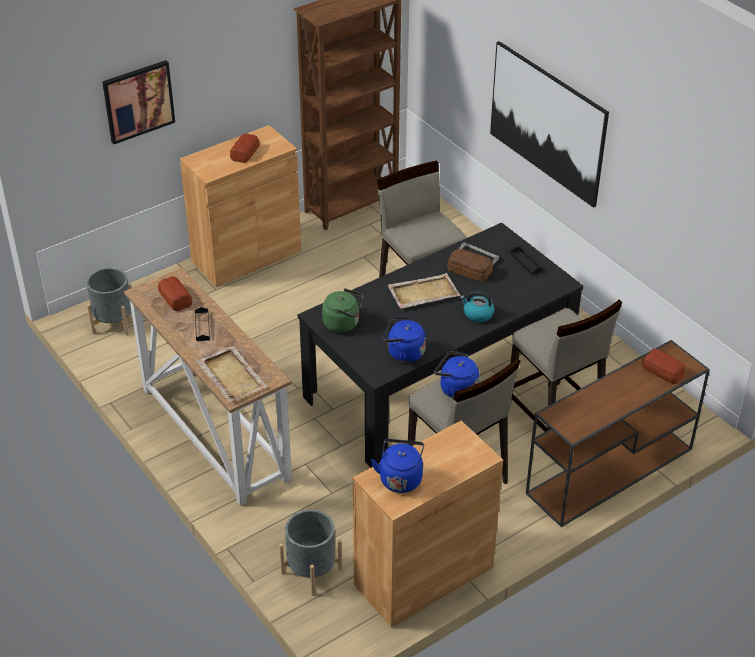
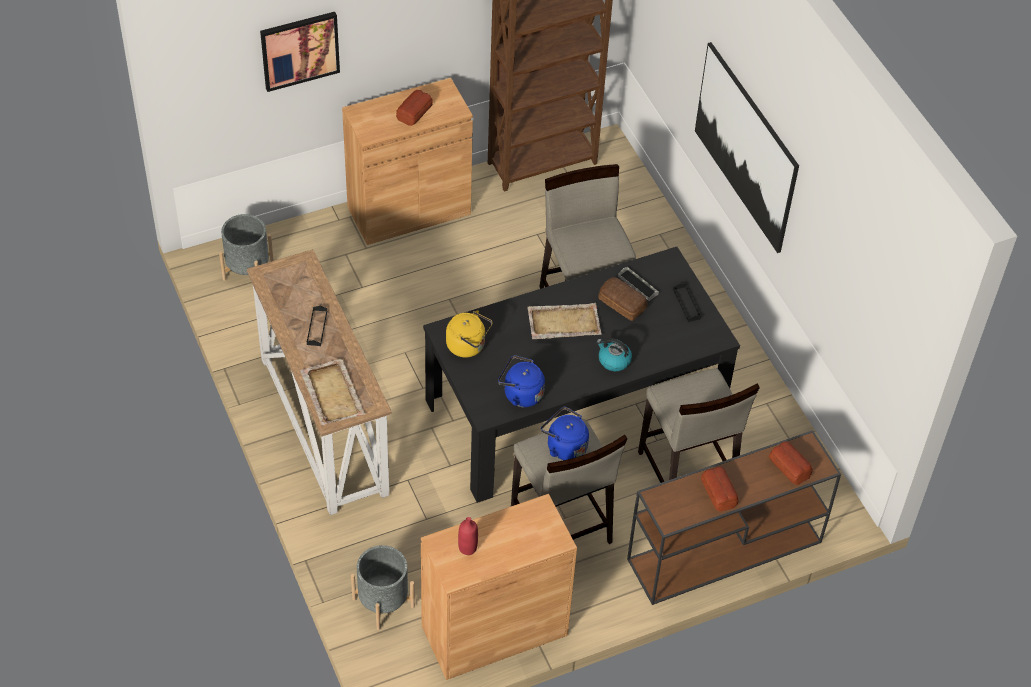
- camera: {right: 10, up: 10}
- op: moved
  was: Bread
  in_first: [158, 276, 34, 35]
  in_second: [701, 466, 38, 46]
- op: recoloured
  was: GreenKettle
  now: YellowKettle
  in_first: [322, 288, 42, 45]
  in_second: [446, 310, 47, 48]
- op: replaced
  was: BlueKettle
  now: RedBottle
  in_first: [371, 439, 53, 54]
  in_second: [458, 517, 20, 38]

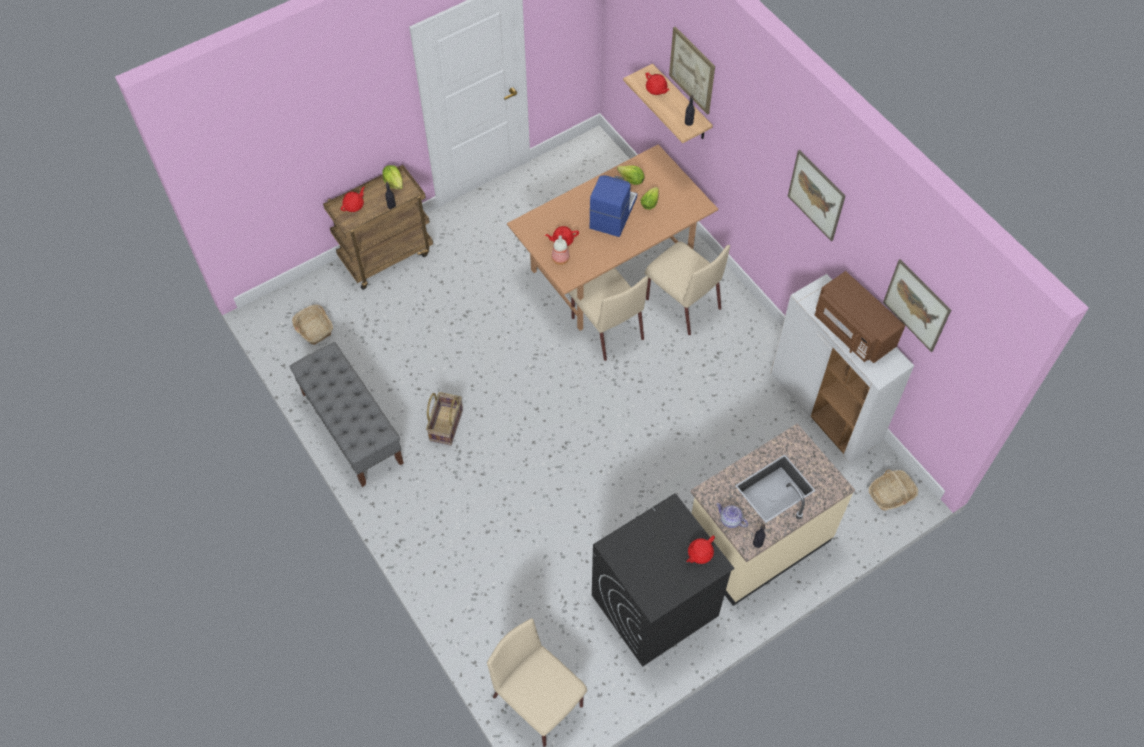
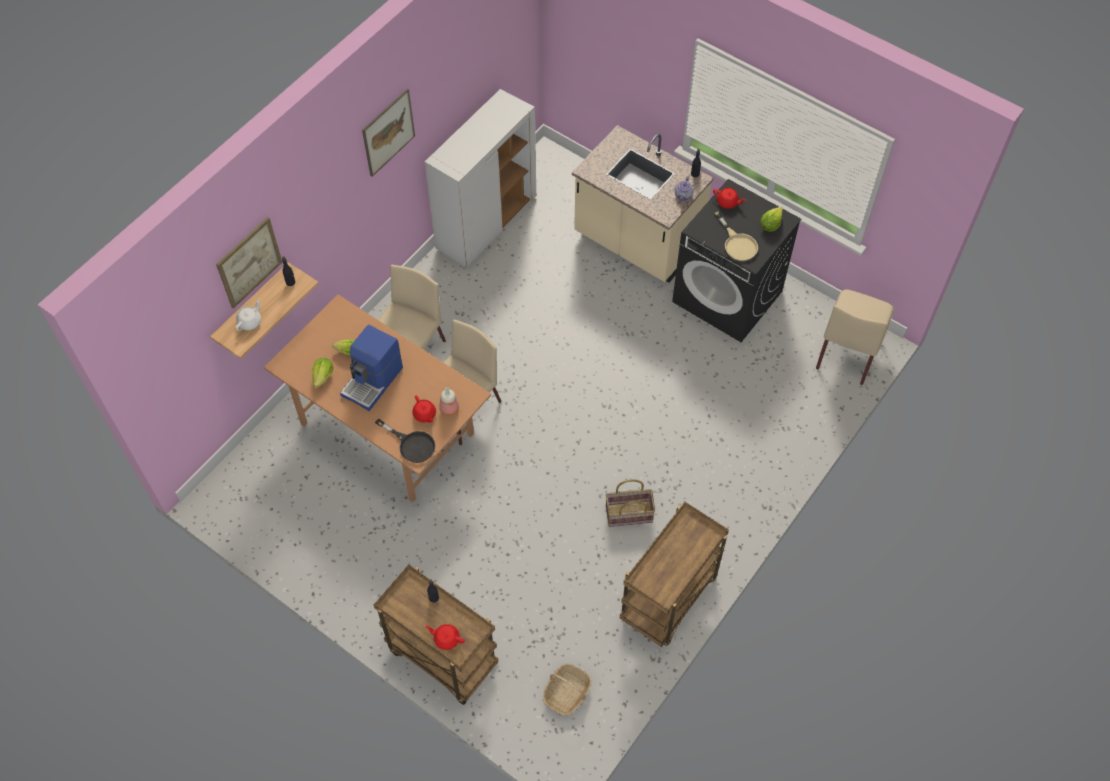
- camera: {right: -110, up: 0}
- op: replaced
  was: GreyBench
  now: BrownCart
  in_first: [289, 342, 115, 145]
  in_second: [620, 502, 109, 145]
- op: moved
  was: Lettuce
  in_first: [382, 165, 21, 24]
  in_second: [760, 207, 23, 25]
- op: turned
  was: CoffeeMachine
  in_first: [589, 175, 48, 62]
  in_second: [340, 325, 63, 86]
  clockwise: -60
- op: recoloured
  was: RedTeapot
  now: WhiteTeapot
  in_first: [645, 72, 25, 23]
  in_second: [236, 299, 25, 32]
- op: removed
  was: BrownMicrowave
  in_first: [815, 271, 90, 92]
- op: removed
  was: Basket
  in_first: [869, 470, 49, 41]
- op: removed
  was: Picture
  in_first: [883, 259, 68, 93]
- op: added
  now: BlackFryingPan
  in_second: [375, 419, 60, 44]
- op: added
  now: BeigeFryingPan
  in_second: [714, 211, 44, 50]

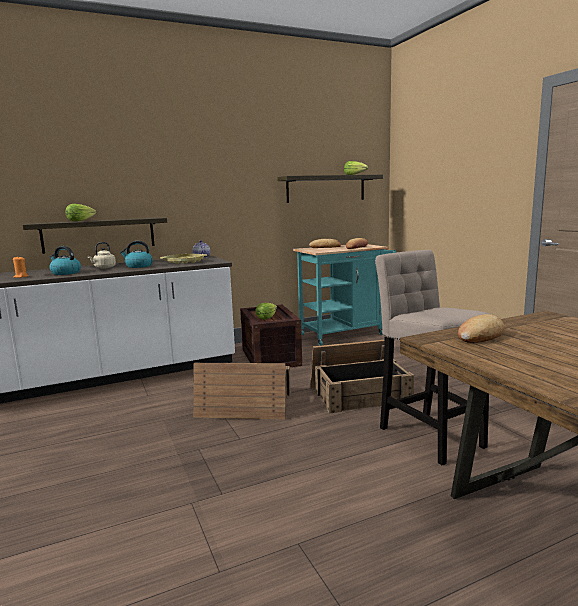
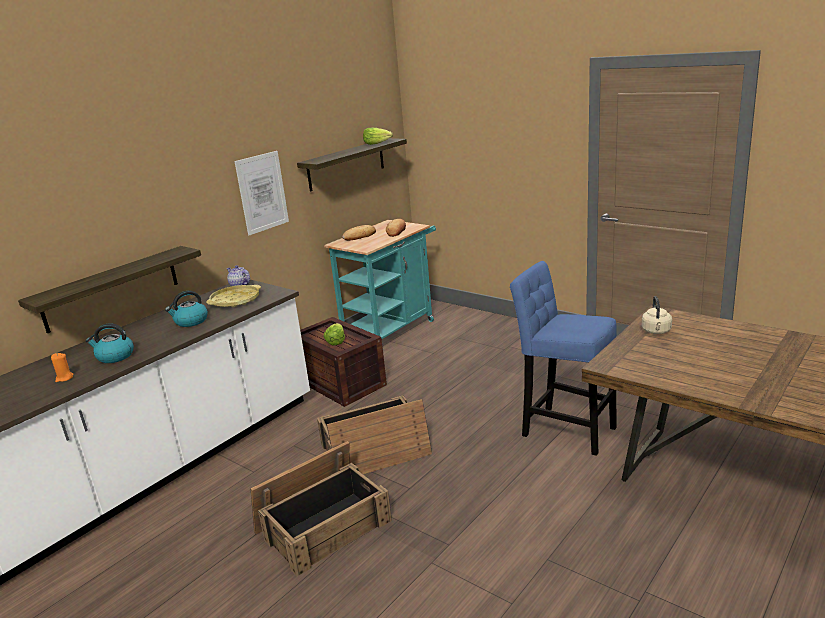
- camera: {right: -25, up: 10}
- op: removed
  was: Lettuce
  in_first: [66, 204, 31, 18]
- op: moved
  was: BeigeKettle
  in_first: [87, 242, 29, 27]
  in_second: [642, 296, 30, 38]
- op: moved
  was: Crate
  in_first: [311, 340, 103, 73]
  in_second: [250, 441, 142, 135]
- op: recoloured
  was: BeigeStool
  now: BlueStool
  in_first: [375, 250, 114, 216]
  in_second: [510, 261, 107, 195]
- op: removed
  was: Bread
  in_first: [458, 314, 47, 29]
- op: added
  now: Picture
  in_second: [234, 151, 55, 84]

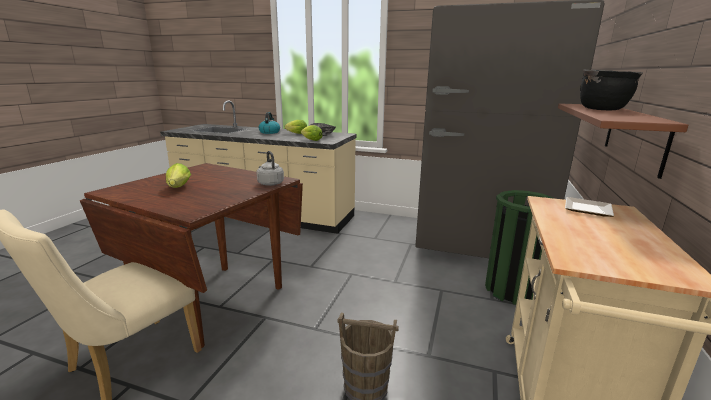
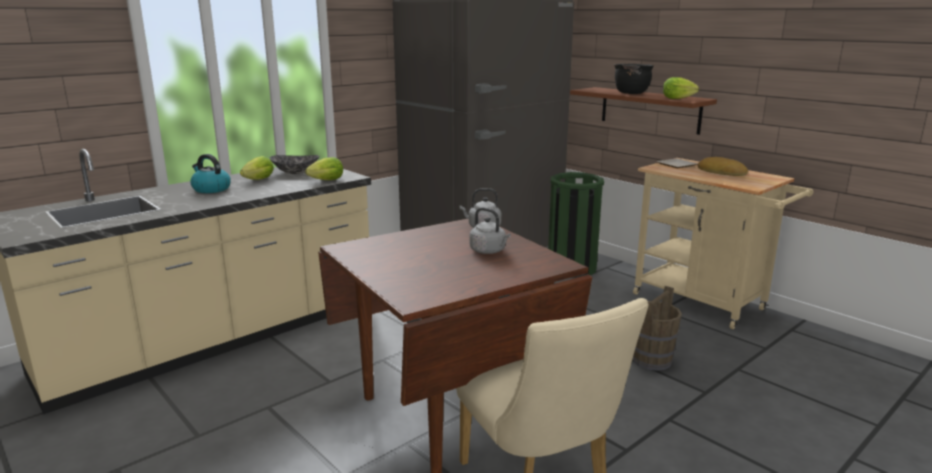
- camera: {right: -60, up: 0}
- op: moved
  was: Lettuce
  in_first: [166, 163, 25, 25]
  in_second: [663, 77, 36, 22]
- op: added
  now: GreyKettle
  in_second: [469, 207, 42, 47]
- op: added
  now: Bread
  in_second: [697, 157, 51, 19]

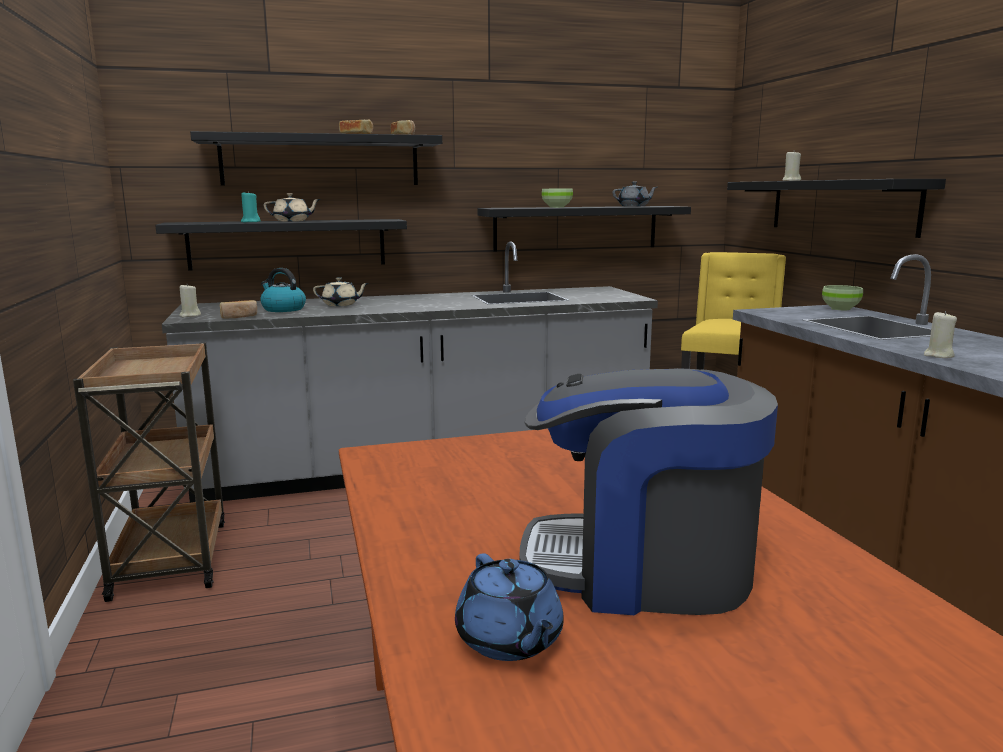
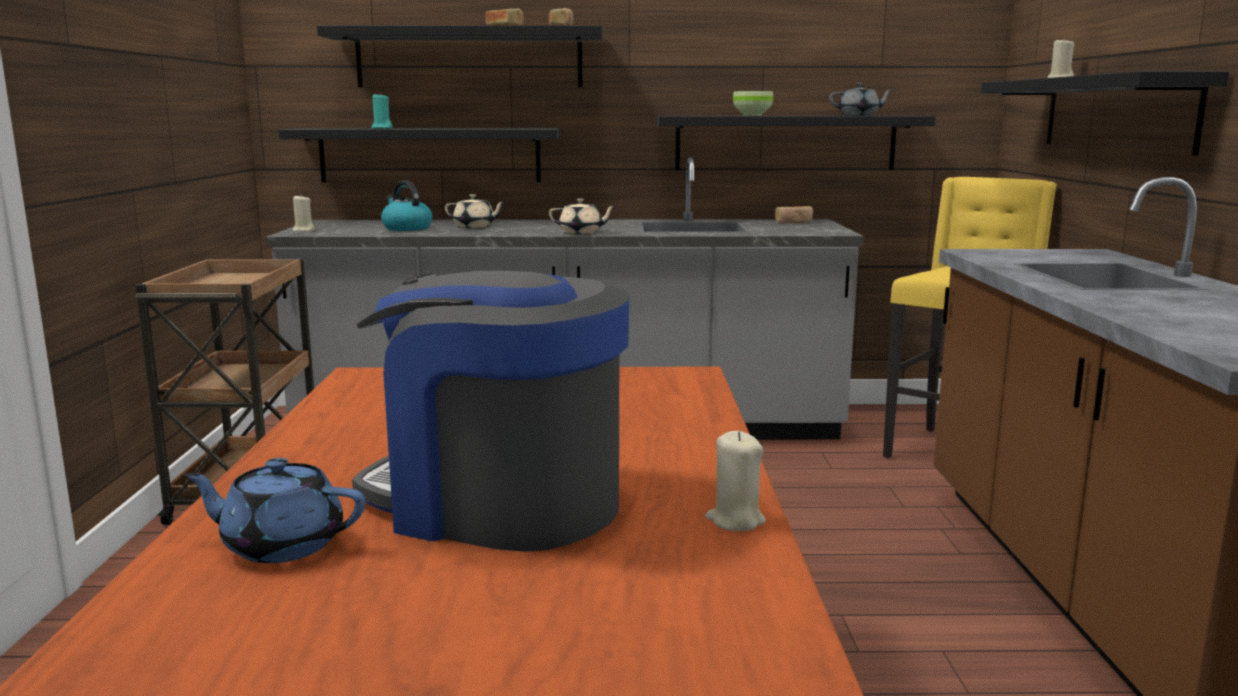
- camera: {right: 15, up: 0}
- op: moved
  was: Bread
  in_first: [220, 300, 37, 19]
  in_second: [775, 206, 38, 17]
- op: moved
  was: BeigeTeapot
  in_first: [264, 193, 56, 29]
  in_second: [549, 198, 68, 36]
- op: turned
  was: BlueTeapot
  in_first: [455, 553, 109, 108]
  in_second: [183, 458, 182, 105]
  clockwise: 105
- op: removed
  was: GreenBowl
  in_first: [822, 285, 41, 25]
- op: moved
  was: BeigeCandle
  in_first: [924, 311, 33, 47]
  in_second: [705, 431, 61, 100]

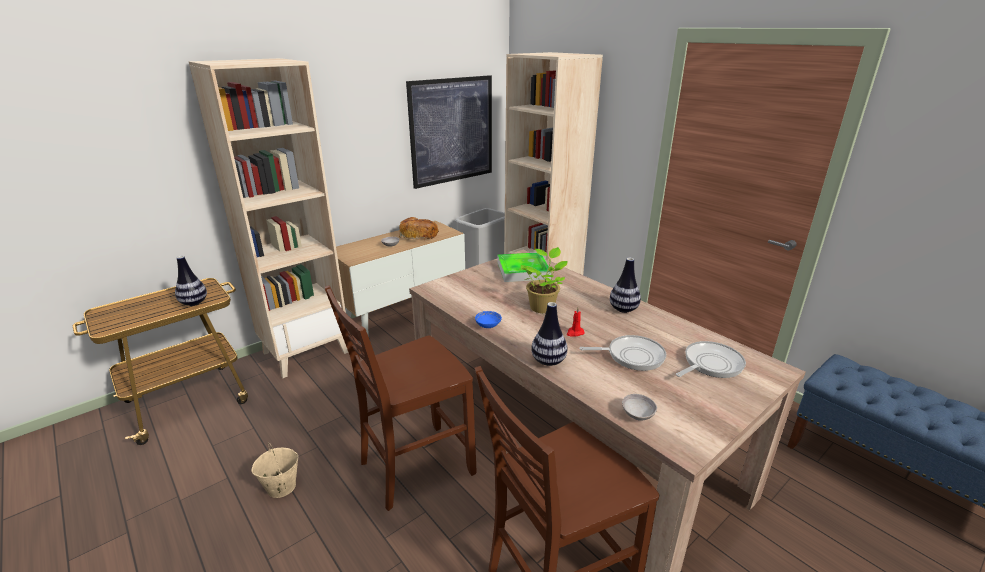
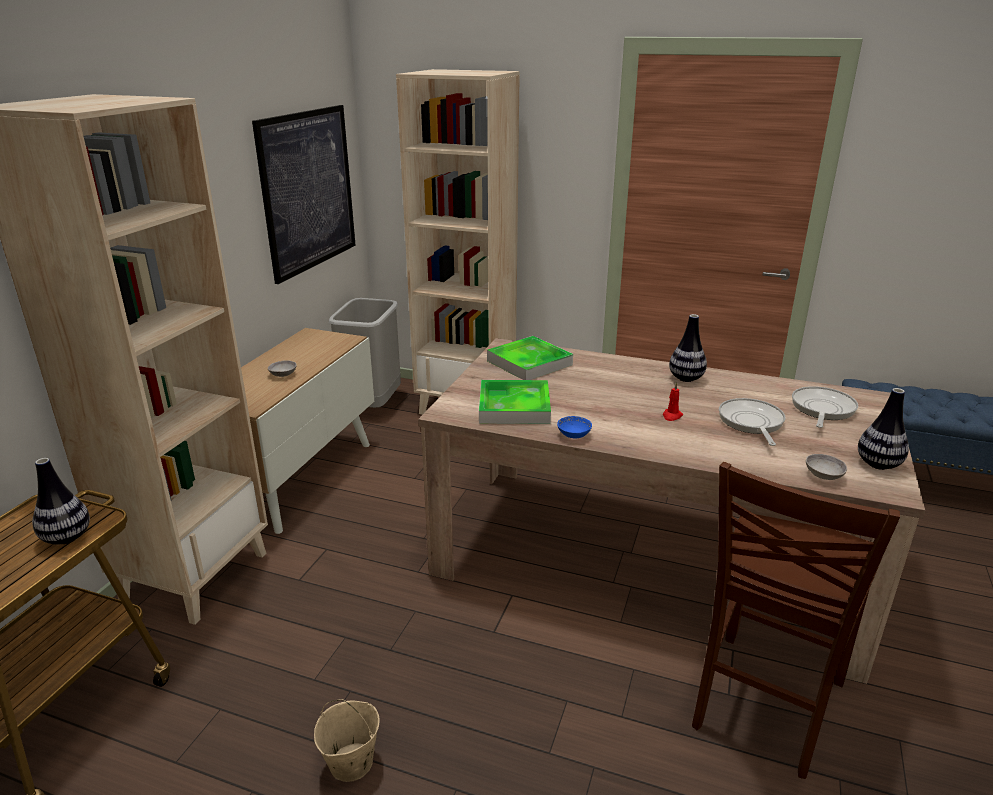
- camera: {right: -30, up: 0}
- op: removed
  was: BrownChair
  in_first: [325, 285, 151, 226]
- op: removed
  was: Bread
  in_first: [399, 217, 40, 23]
- op: removed
  was: PottedPlant
  in_first: [521, 247, 47, 66]
- op: moved
  was: Vase
  in_first: [531, 302, 36, 64]
  in_second: [858, 388, 51, 82]
- op: turned
  was: FryingPan
  in_first: [580, 335, 86, 36]
  in_second: [719, 398, 66, 48]
  clockwise: -60
- op: added
  now: Tray
  in_second: [479, 380, 72, 44]

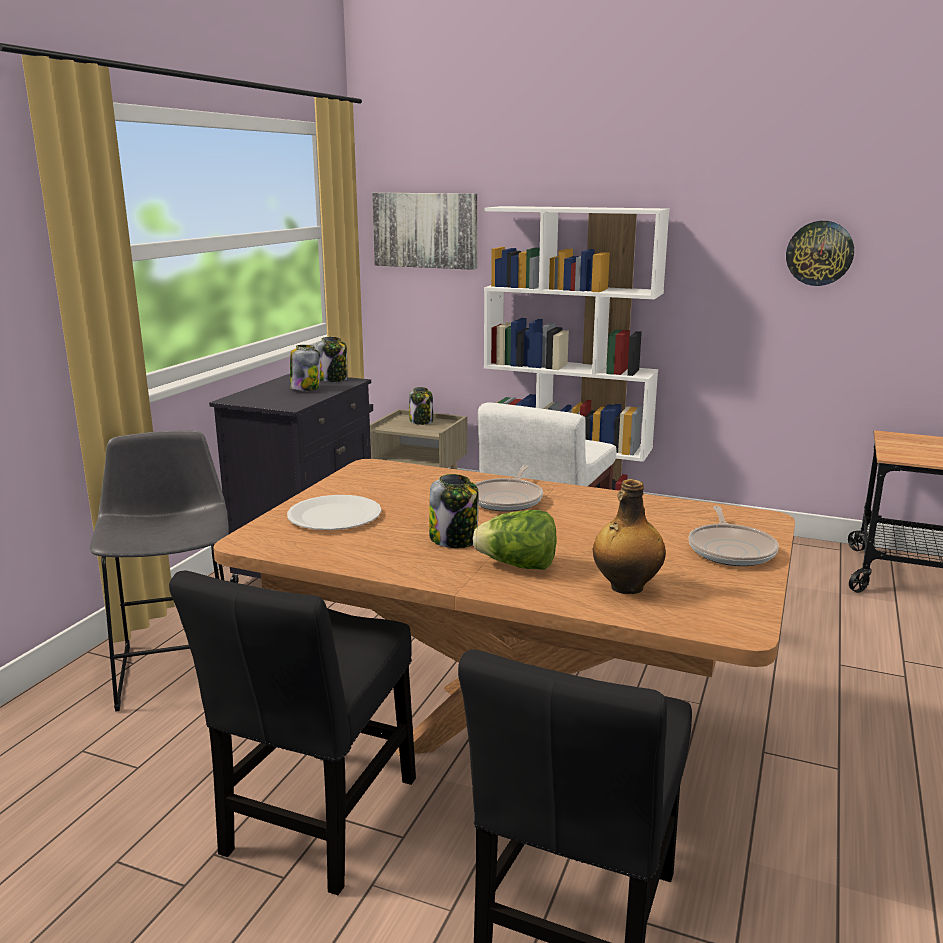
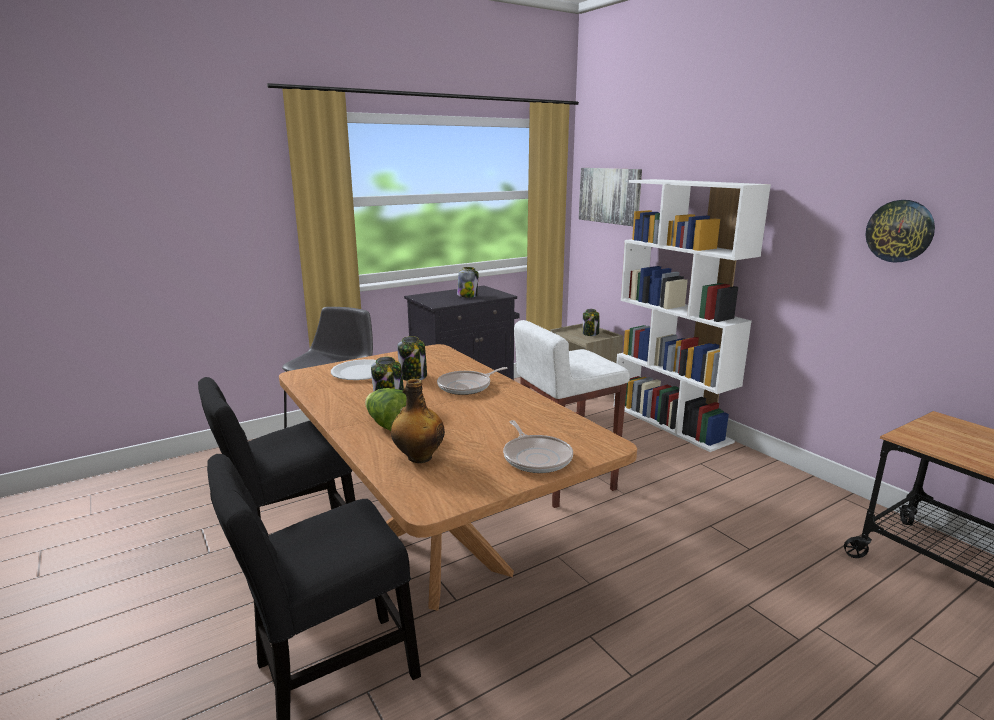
- camera: {right: 35, up: 0}
- op: moved
  was: Jar
  in_first: [316, 337, 31, 45]
  in_second: [397, 336, 30, 45]
- op: turned
  was: FryingPan
  in_first: [689, 506, 90, 60]
  in_second: [503, 420, 70, 53]
  clockwise: -60

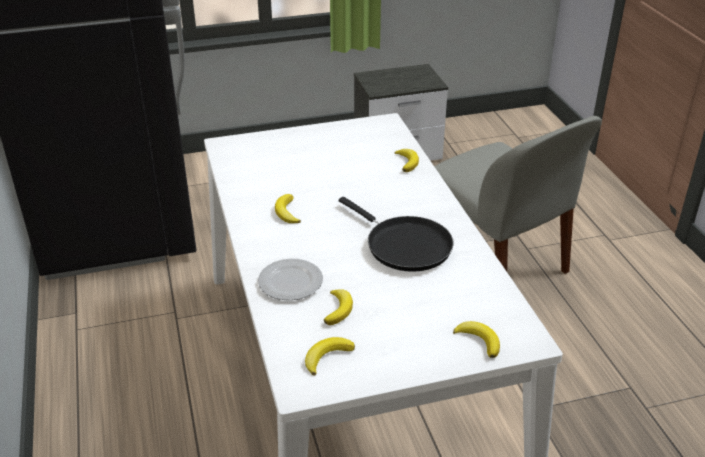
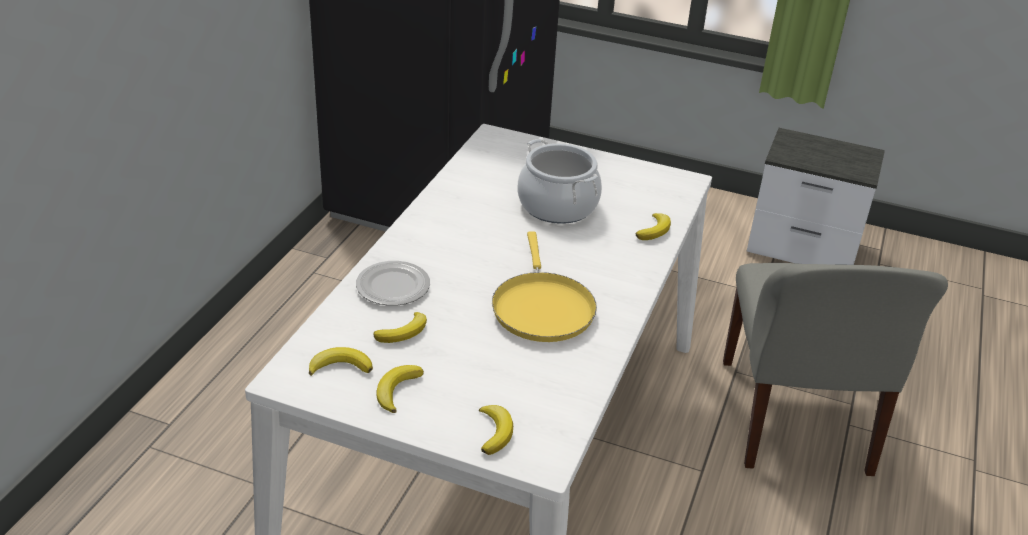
- camera: {right: 35, up: 0}
- op: moved
  was: Banana
  in_first: [275, 194, 26, 29]
  in_second: [376, 365, 48, 48]
- op: recoloured
  was: BlackFryingPan
  now: YellowFryingPan
  in_first: [339, 197, 115, 75]
  in_second: [492, 231, 105, 111]
- op: added
  now: CookingPot
  in_second: [517, 139, 85, 85]

